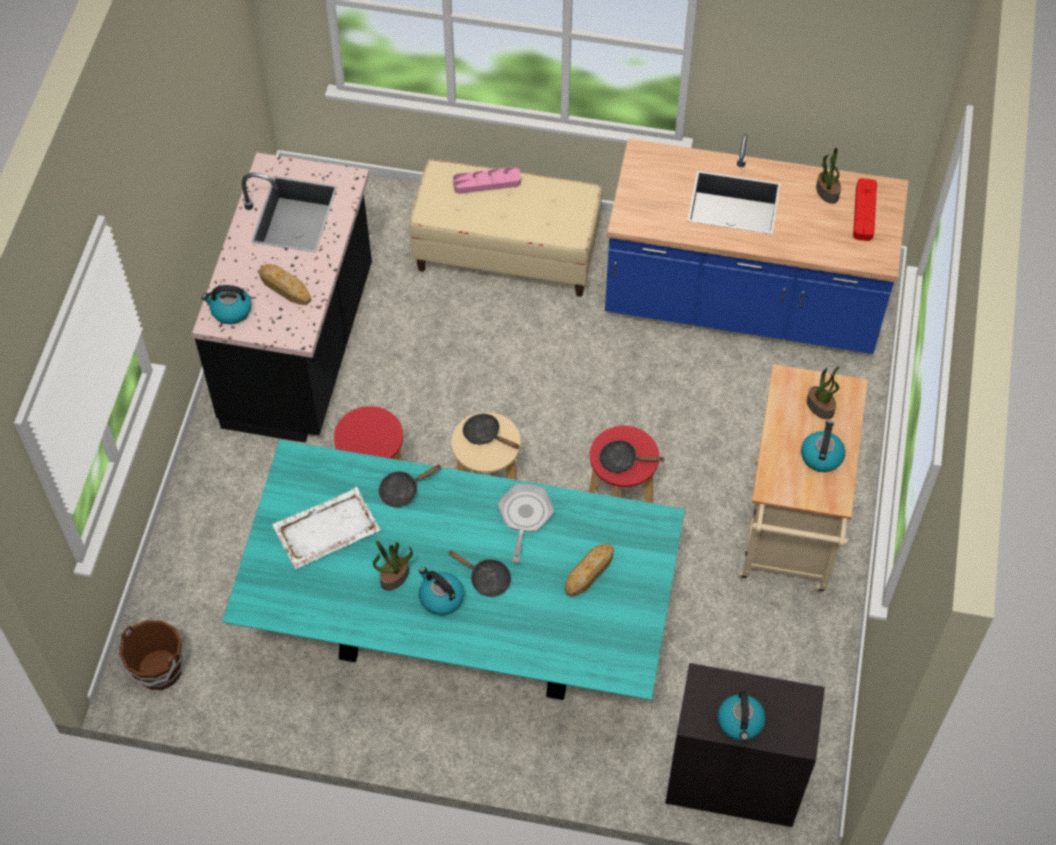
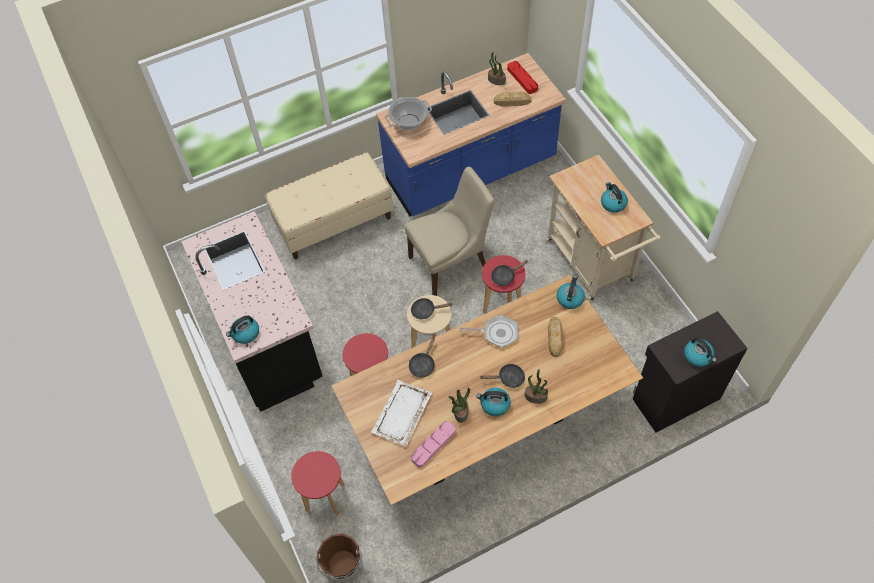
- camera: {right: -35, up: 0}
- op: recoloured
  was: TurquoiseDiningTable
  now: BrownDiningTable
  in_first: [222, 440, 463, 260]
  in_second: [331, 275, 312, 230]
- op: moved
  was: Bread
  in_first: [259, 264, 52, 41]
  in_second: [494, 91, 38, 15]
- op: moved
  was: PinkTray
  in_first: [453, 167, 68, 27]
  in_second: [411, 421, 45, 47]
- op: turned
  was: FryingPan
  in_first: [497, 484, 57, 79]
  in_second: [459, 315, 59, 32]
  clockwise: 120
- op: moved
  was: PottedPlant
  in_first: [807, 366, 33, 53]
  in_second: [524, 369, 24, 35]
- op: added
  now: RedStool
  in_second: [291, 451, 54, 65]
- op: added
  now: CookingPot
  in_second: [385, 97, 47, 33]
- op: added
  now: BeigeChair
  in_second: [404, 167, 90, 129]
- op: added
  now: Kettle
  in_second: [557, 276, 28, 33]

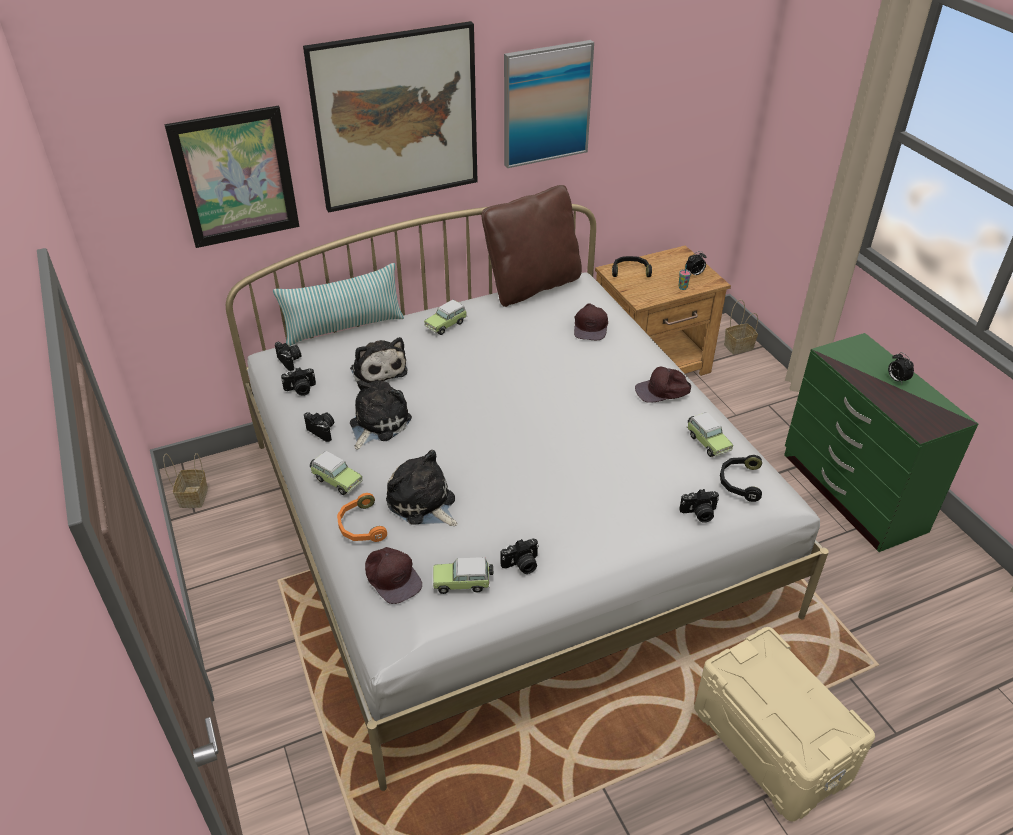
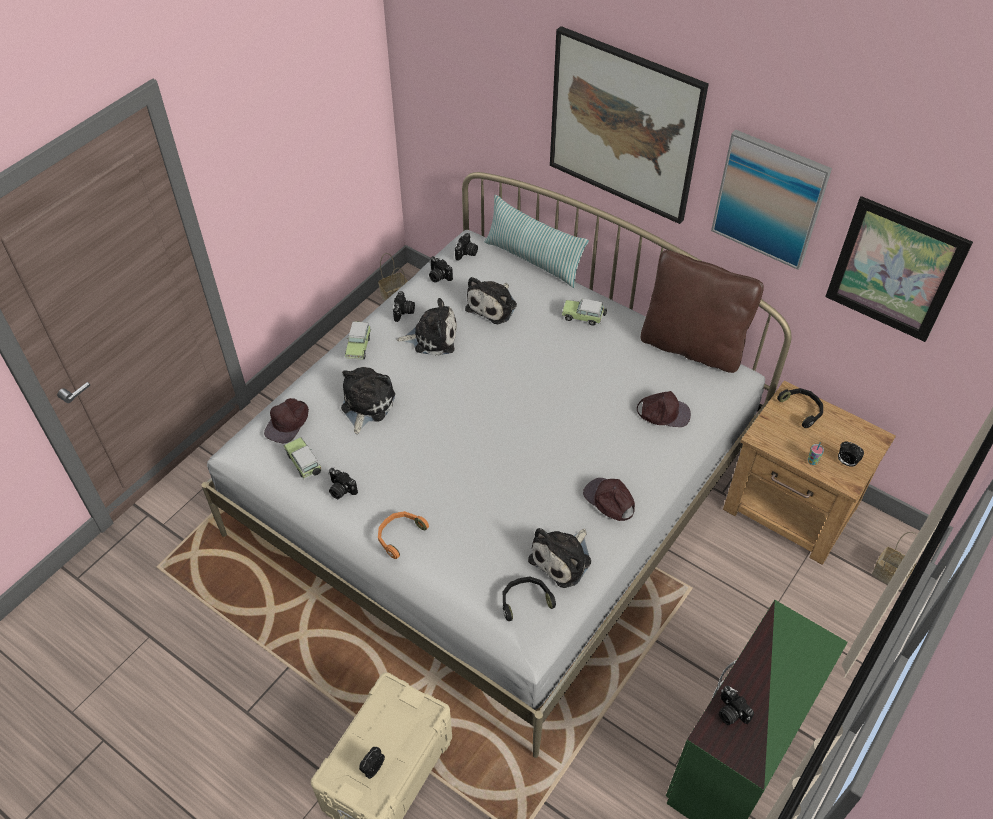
- camera: {right: 60, up: 10}
- op: moved
  was: Picture
  in_first: [164, 106, 135, 142]
  in_second: [825, 196, 148, 146]
- op: moved
  was: OrangeHeadphones
  in_first: [337, 493, 50, 49]
  in_second: [378, 511, 51, 48]
- op: turned
  was: BrownCap
  in_first: [574, 304, 34, 36]
  in_second: [637, 391, 54, 36]
  clockwise: -150
- op: moved
  was: PhotoCamera
  in_first: [679, 489, 40, 34]
  in_second: [719, 685, 35, 40]
- op: replaced
  was: ToyCar
  now: PlushToy
  in_first: [687, 412, 46, 45]
  in_second: [528, 528, 63, 60]
- op: moved
  was: AlarmClock
  in_first: [888, 352, 26, 31]
  in_second: [359, 747, 26, 32]

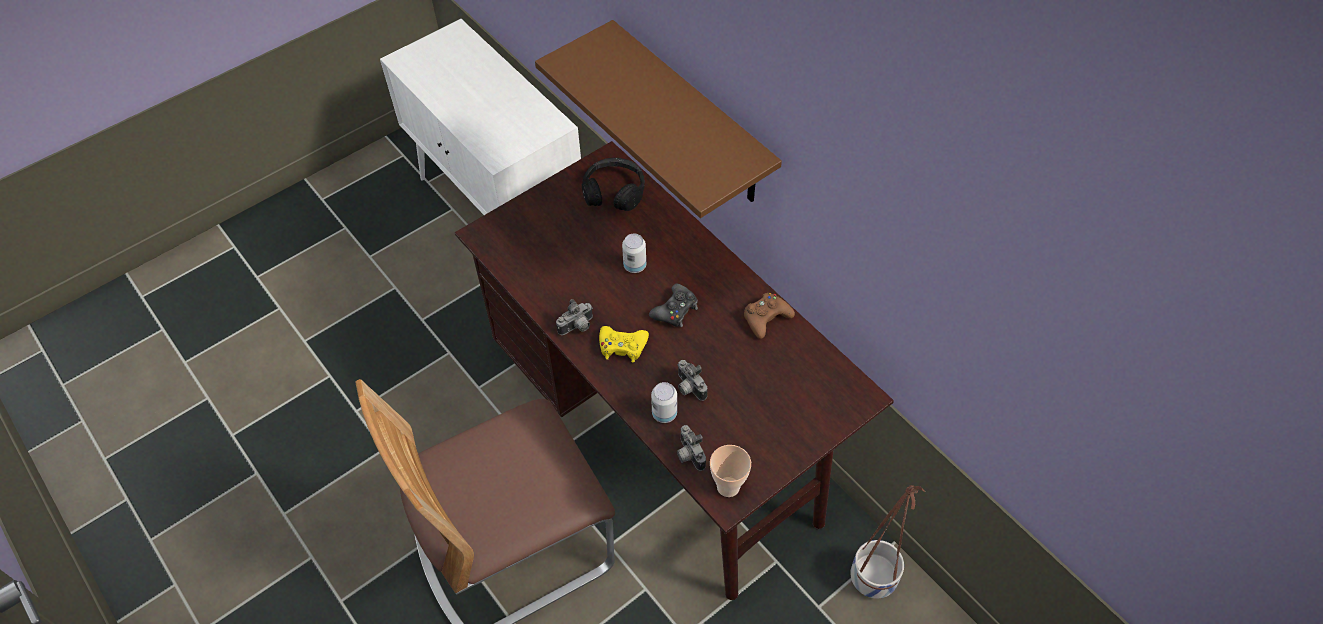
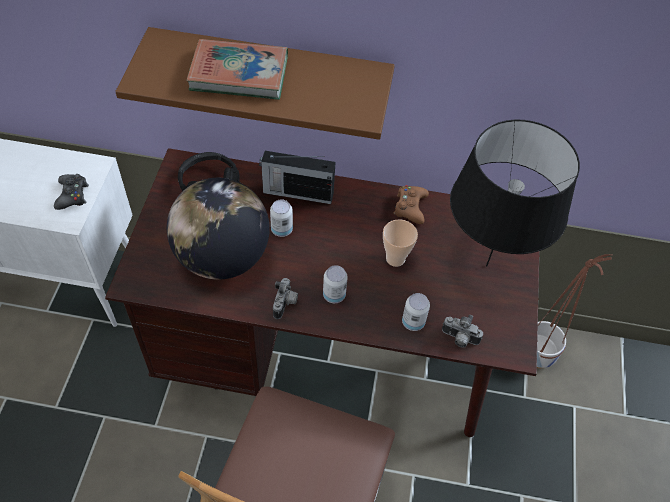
- camera: {right: -45, up: 0}
- op: replaced
  was: YellowGameController
  now: Can
  in_first: [599, 326, 50, 36]
  in_second: [323, 265, 25, 38]
- op: moved
  was: BlackGameController
  in_first: [649, 283, 49, 44]
  in_second: [54, 174, 35, 36]
- op: removed
  was: PhotoCamera
  in_first: [677, 360, 30, 41]
- op: moved
  was: Cup
  in_first: [710, 445, 41, 52]
  in_second: [383, 219, 35, 48]
- op: added
  now: Globe
  in_second: [167, 178, 103, 102]
- op: added
  now: Book
  in_second: [187, 39, 101, 61]
- op: added
  now: Radio
  in_second: [259, 151, 77, 53]
- op: added
  now: BlackTableLamp
  in_second: [450, 119, 130, 147]

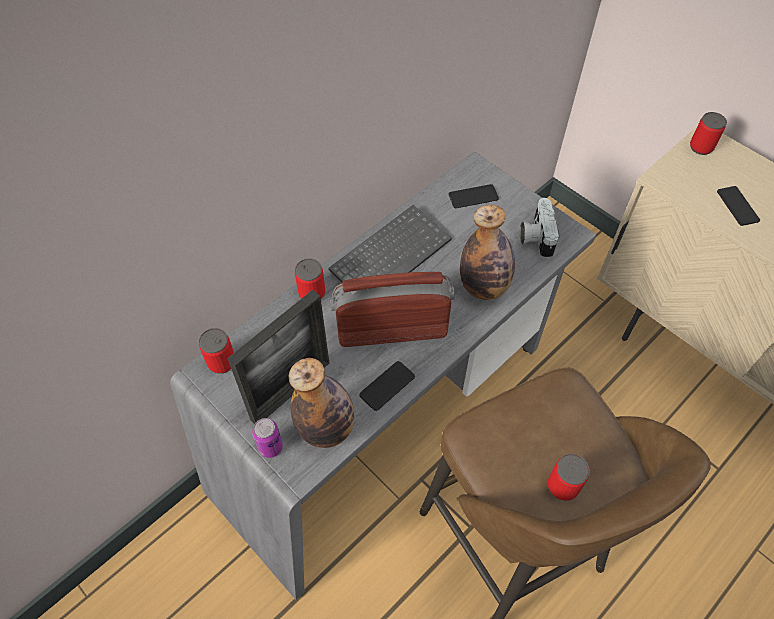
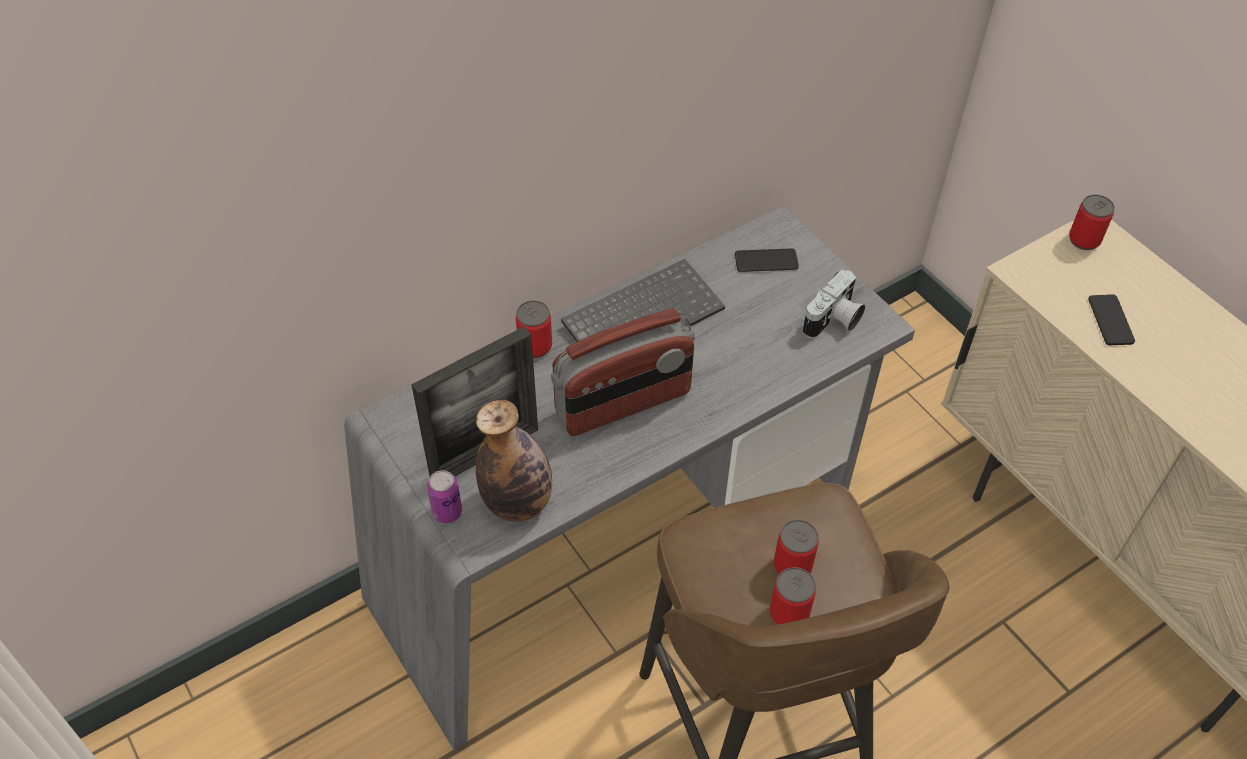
- camera: {right: 10, up: -5}
- op: moved
  was: Can
  in_first: [199, 328, 35, 46]
  in_second: [774, 520, 45, 54]
- op: turned
  was: Radio
  in_first: [330, 272, 125, 75]
  in_second: [551, 309, 144, 127]
  clockwise: 150
- op: removed
  was: Phone
  in_first: [359, 361, 56, 50]
- op: removed
  was: Bottle
  in_first: [460, 205, 55, 95]
- op: turned
  was: PhotoCamera
  in_first: [520, 198, 40, 60]
  in_second: [803, 269, 62, 69]
  clockwise: -150

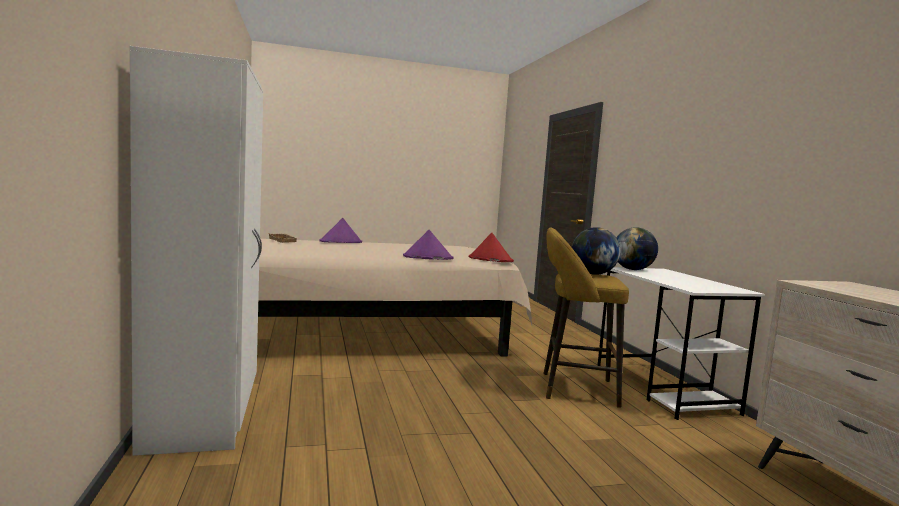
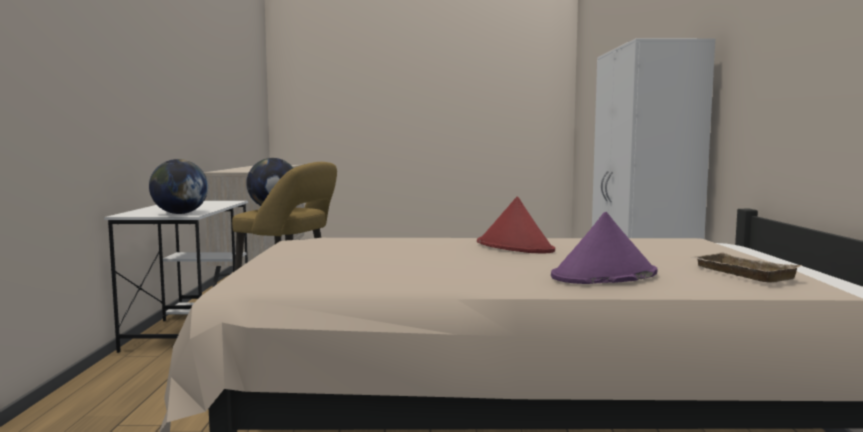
- camera: {right: -165, up: 0}
- op: removed
  was: PurpleHat
  in_first: [403, 230, 51, 30]
- op: moved
  was: RedHat
  in_first: [469, 232, 45, 30]
  in_second: [477, 197, 78, 57]

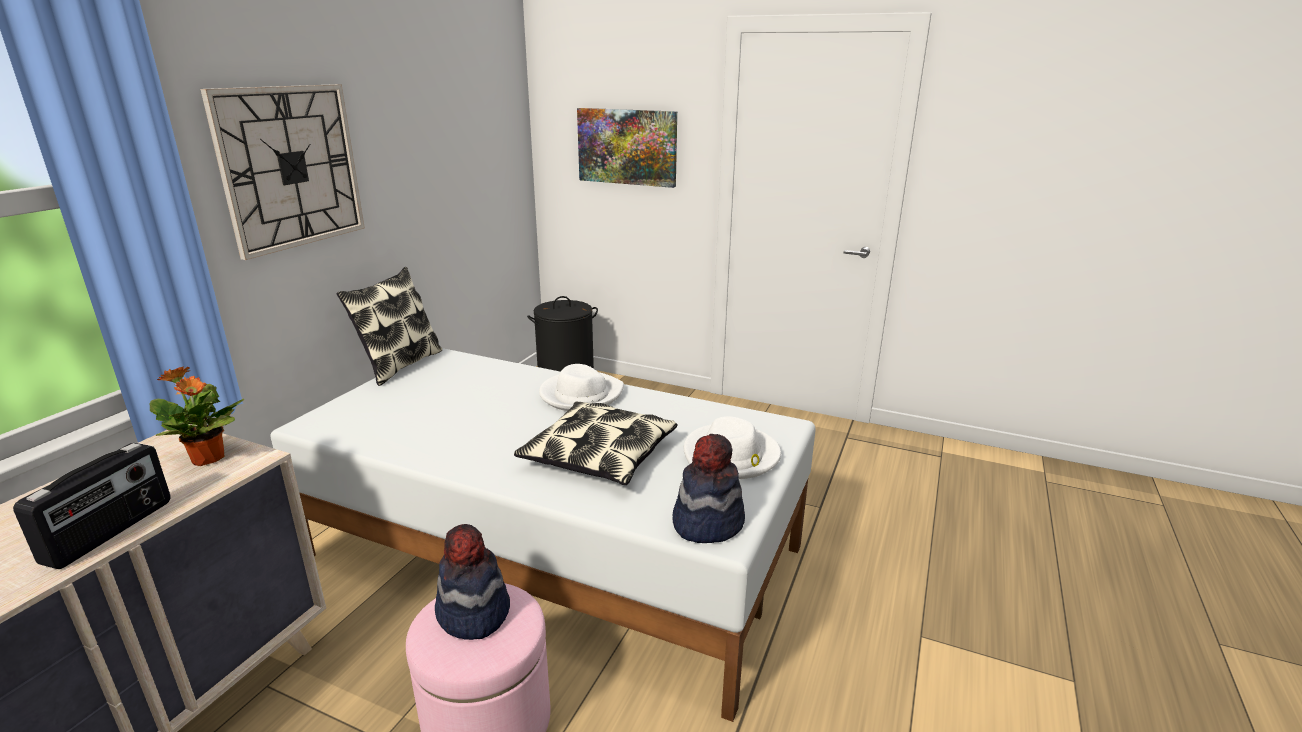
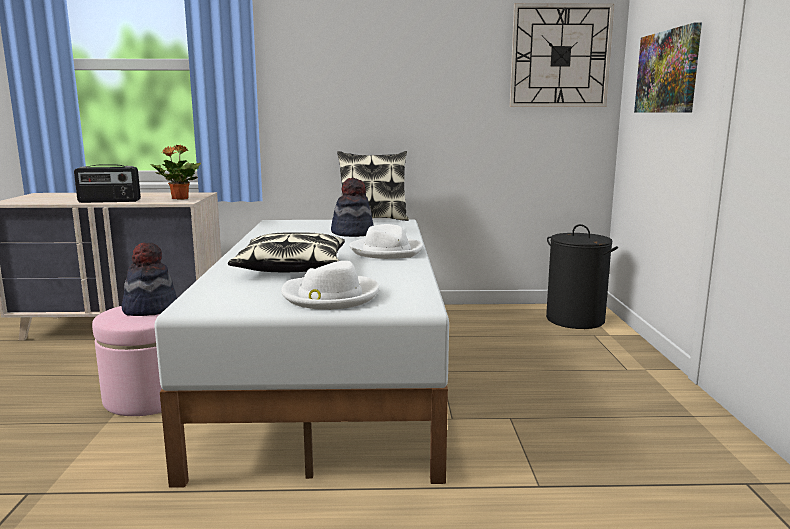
- camera: {right: 65, up: -10}
- op: moved
  was: WallClock
  in_first: [200, 84, 165, 176]
  in_second: [510, 3, 104, 104]
- op: moved
  was: Hat
  in_first: [672, 434, 73, 109]
  in_second: [331, 178, 42, 59]

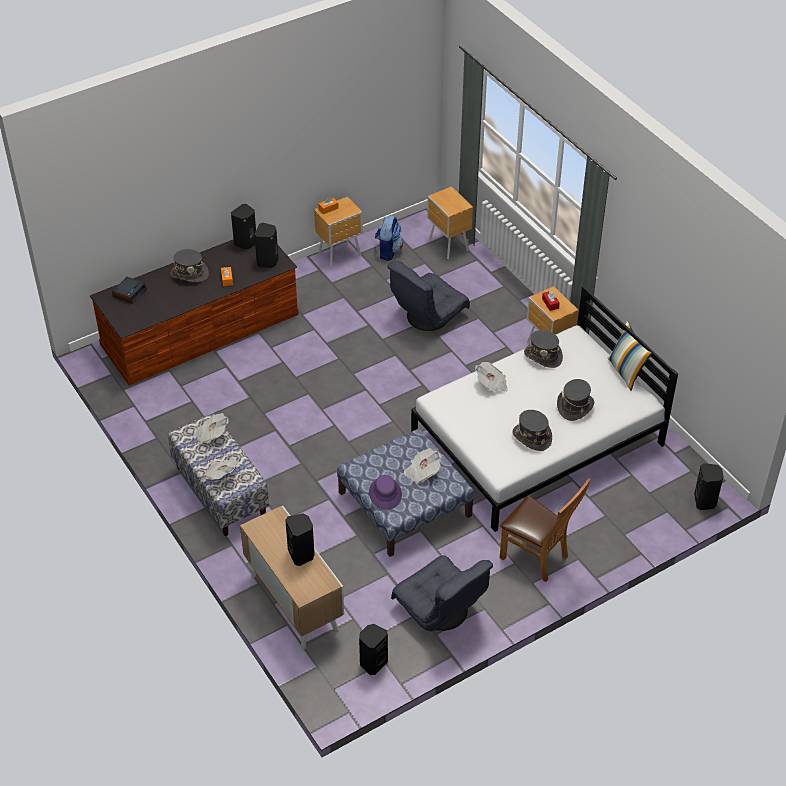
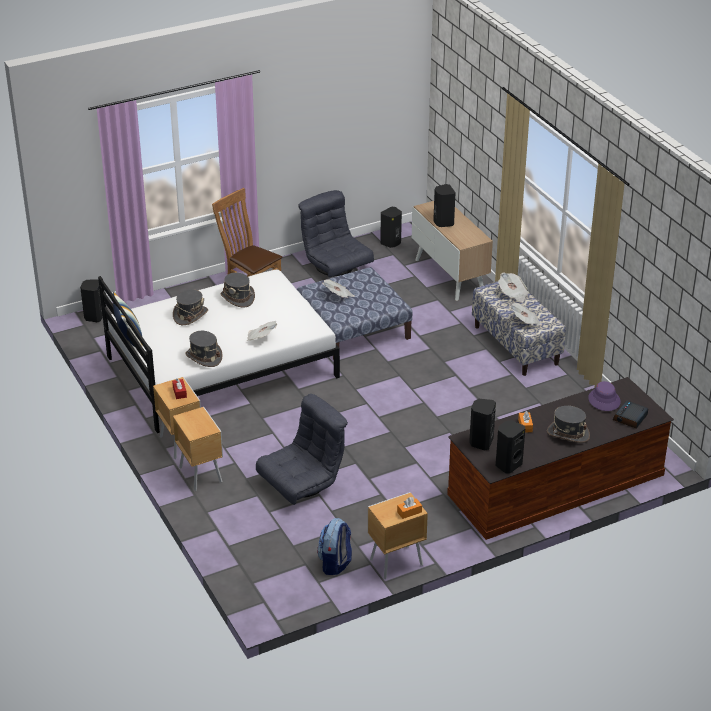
- camera: {right: -175, up: -10}
- op: moved
  was: PurpleHat
  in_first: [369, 475, 33, 35]
  in_second: [588, 381, 33, 30]
- op: moved
  was: BrownNightstand
  in_first: [427, 186, 46, 73]
  in_second: [173, 407, 50, 84]

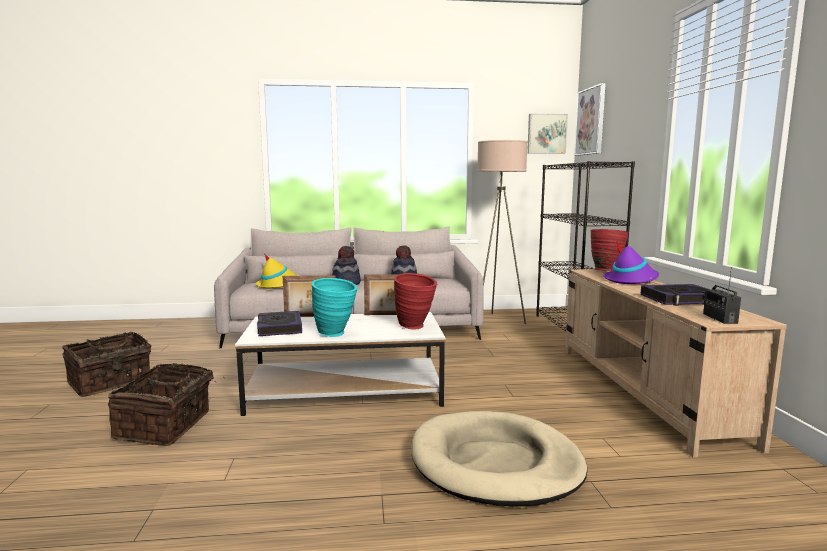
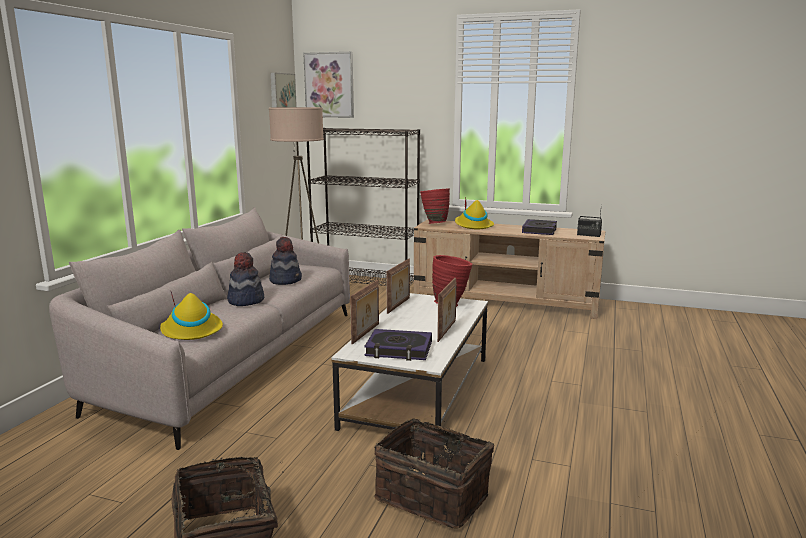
- camera: {right: -65, up: 5}
- op: replaced
  was: TurquoiseVase
  now: PictureFrame
  in_first: [312, 278, 46, 59]
  in_second: [437, 278, 20, 64]
- op: removed
  was: BeigeDogBed
  in_first: [411, 411, 176, 96]
- op: recoloured
  was: PurpleHat
  now: YellowHat
  in_first: [603, 240, 56, 44]
  in_second: [455, 199, 39, 30]

